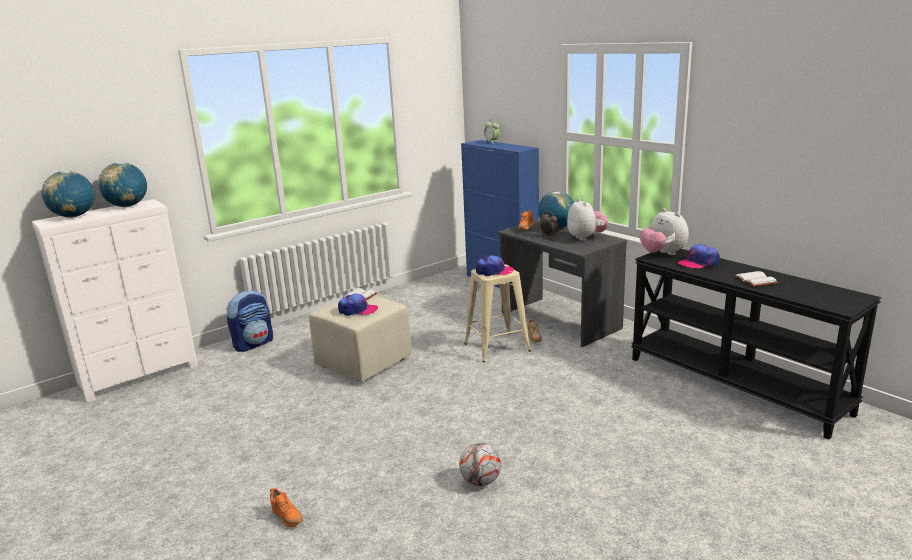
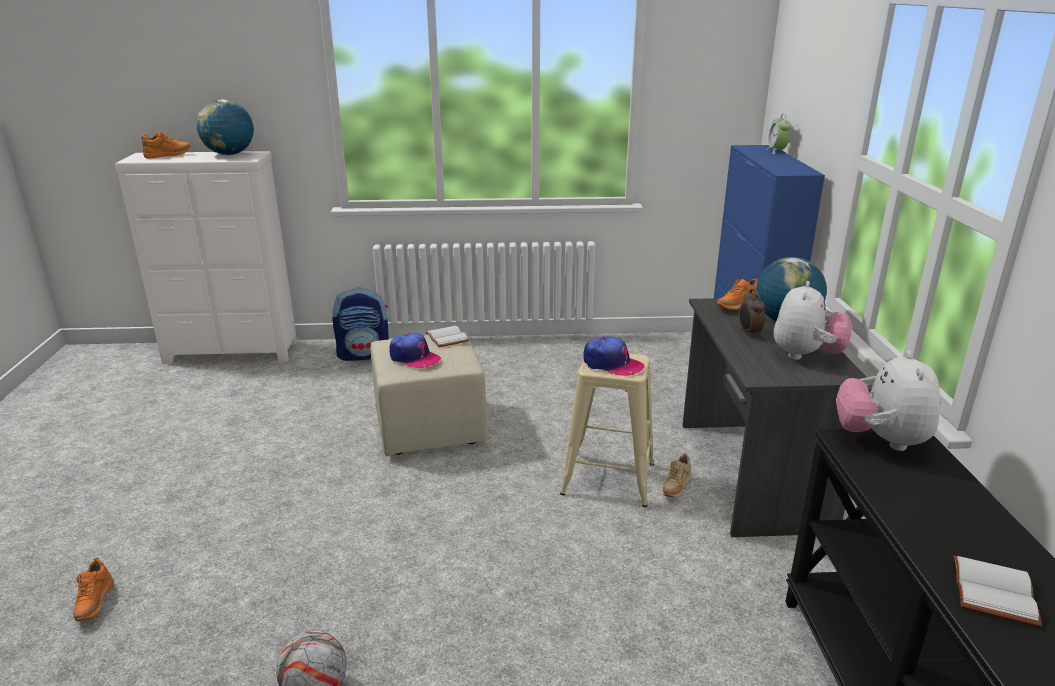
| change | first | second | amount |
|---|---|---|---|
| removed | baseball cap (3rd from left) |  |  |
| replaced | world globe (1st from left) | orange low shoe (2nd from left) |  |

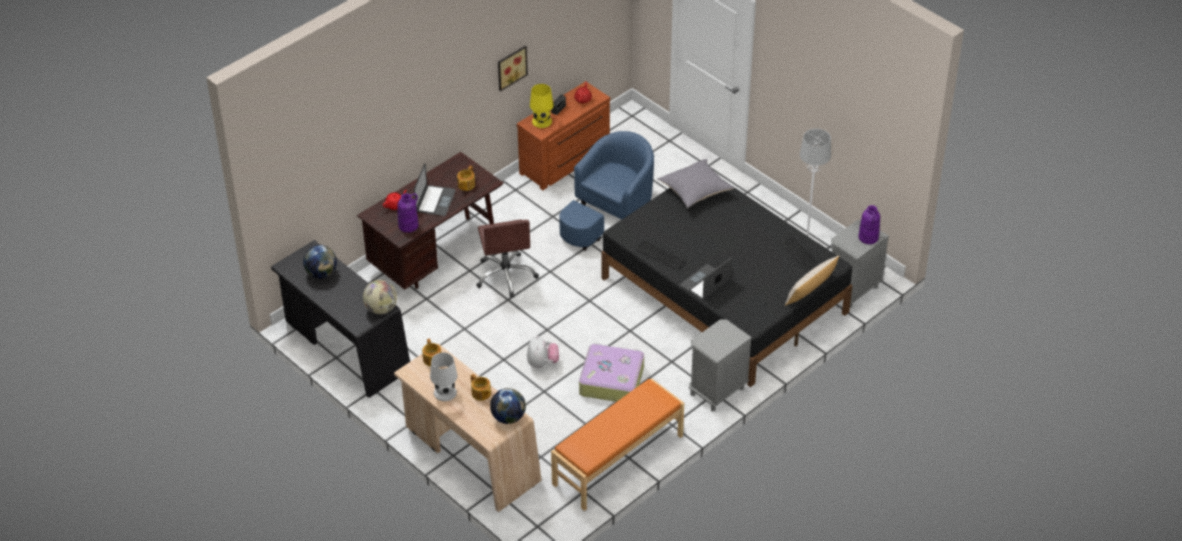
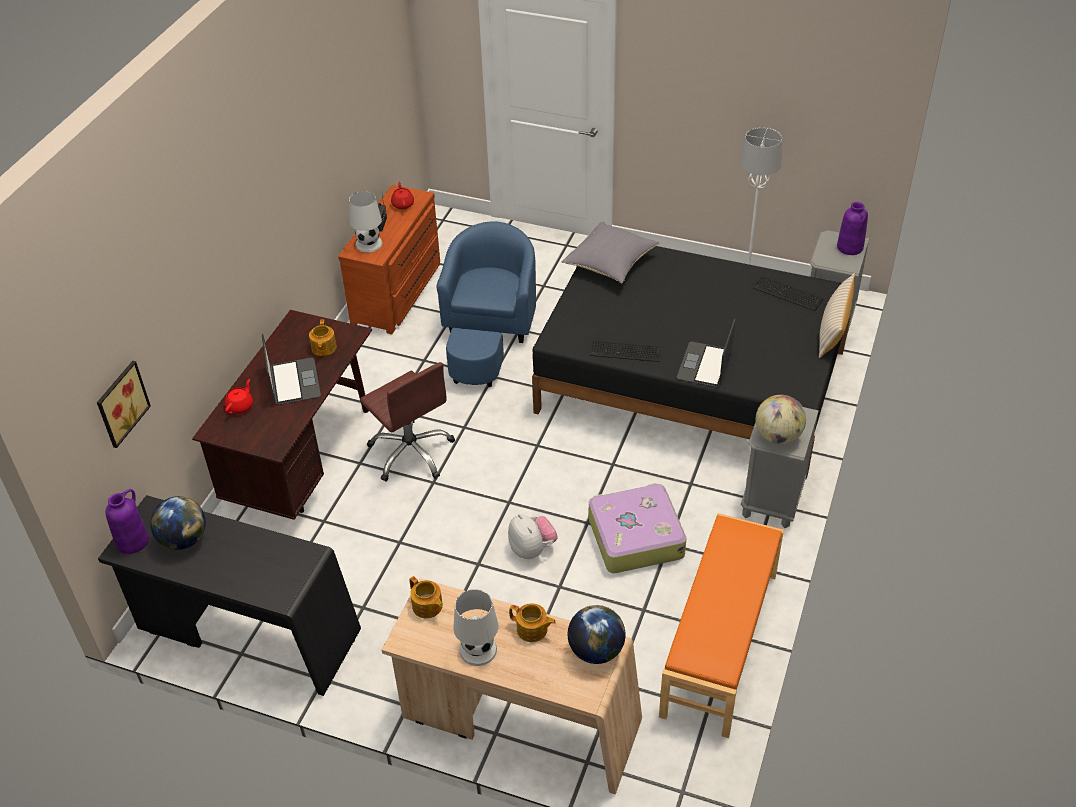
| change | first | second | amount |
|---|---|---|---|
| moved | world globe (2nd from left in the first image) | world globe (3rd from left) |  |
| moved | purple-coloured vase (1st from left) |  |  |
| moved | picture |  |  |
| recoloured | yellowish tabletop lamp | white tabletop lamp (1st from left) |  |

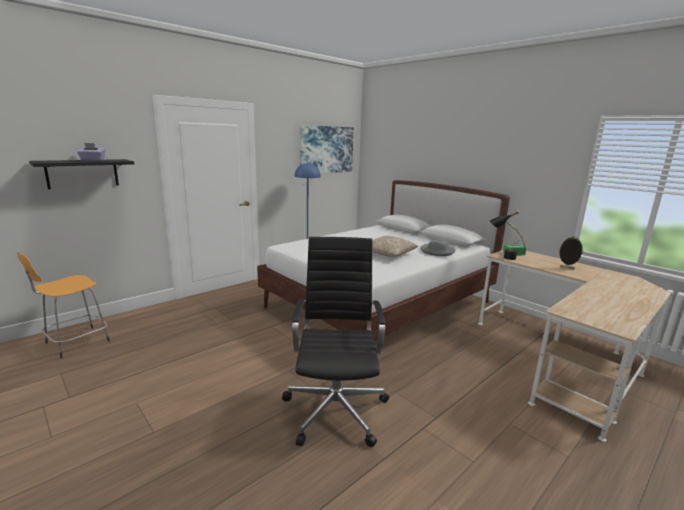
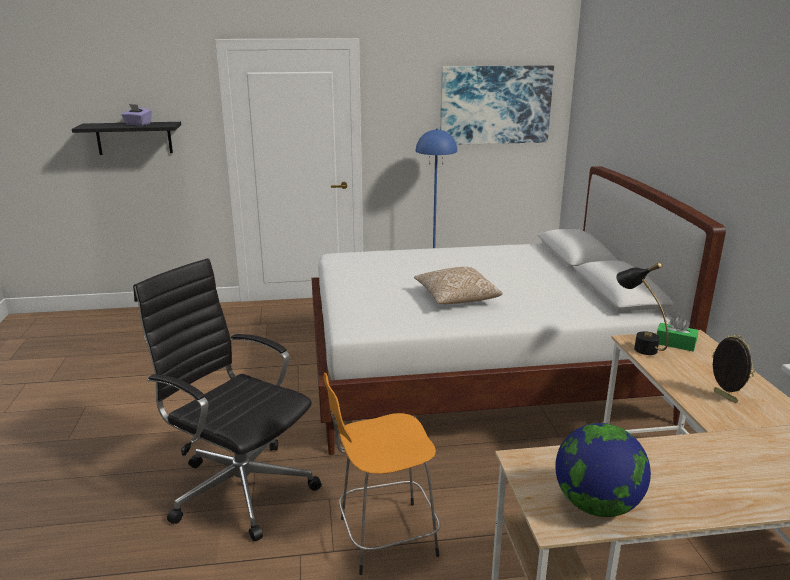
| change | first | second | amount |
|---|---|---|---|
| removed | gray clothing hat |  |  |
| added |  | world globe |  |
| moved | orange stool |  |  |
| turned | black office chair |  | 90 degrees counterclockwise |

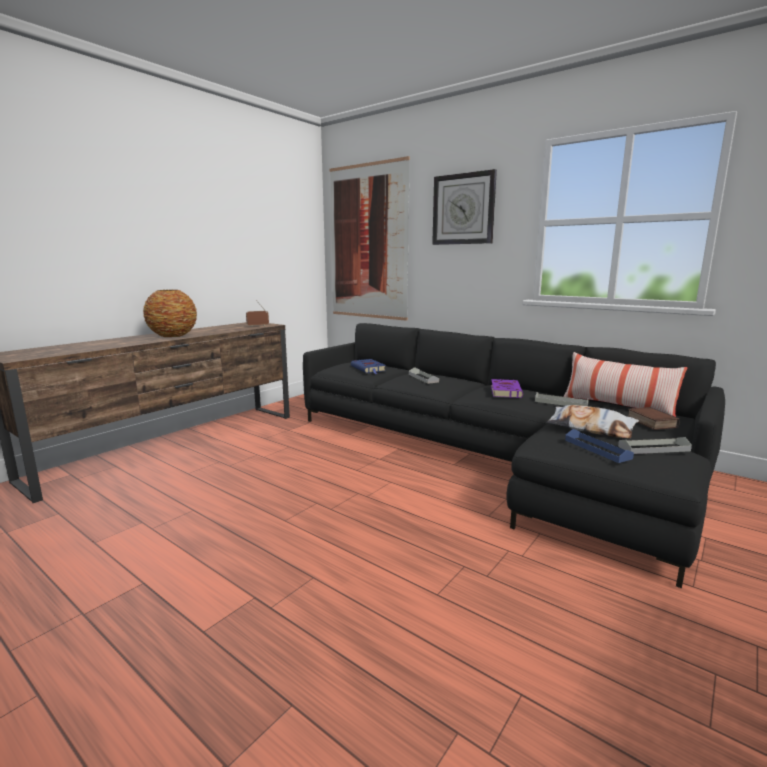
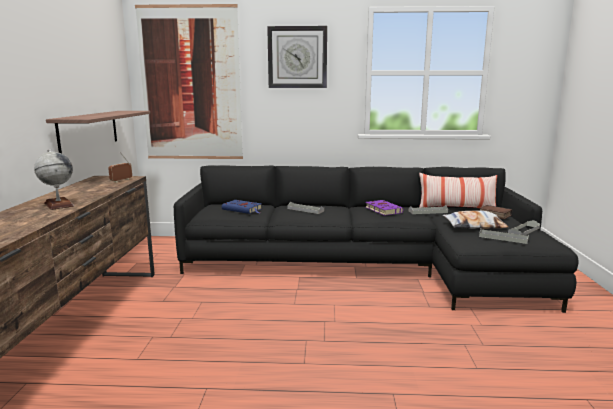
| change | first | second | amount |
|---|---|---|---|
| added |  | wall shelf |  |
| replaced | vase | world globe |  |
| recoloured | bluish serving tray | gray serving tray (3rd from left) |  |

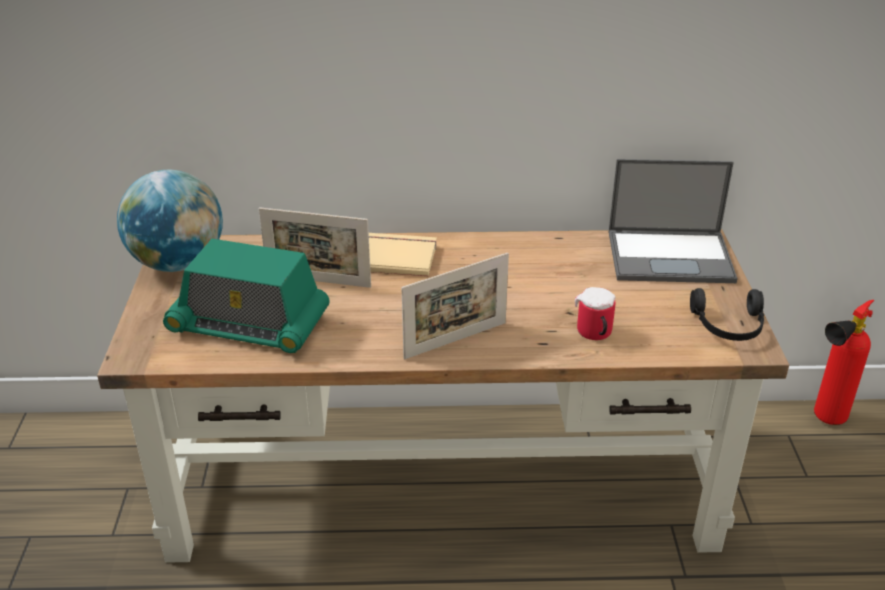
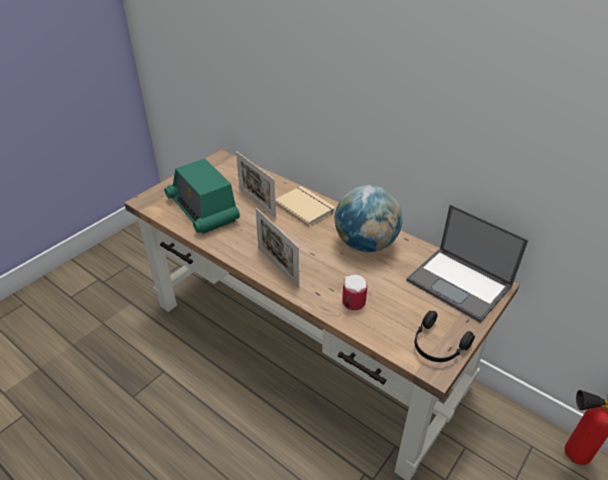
| change | first | second | amount |
|---|---|---|---|
| moved | world globe |  |  |
| turned | picture frame (2nd from left) |  | 45 degrees clockwise |

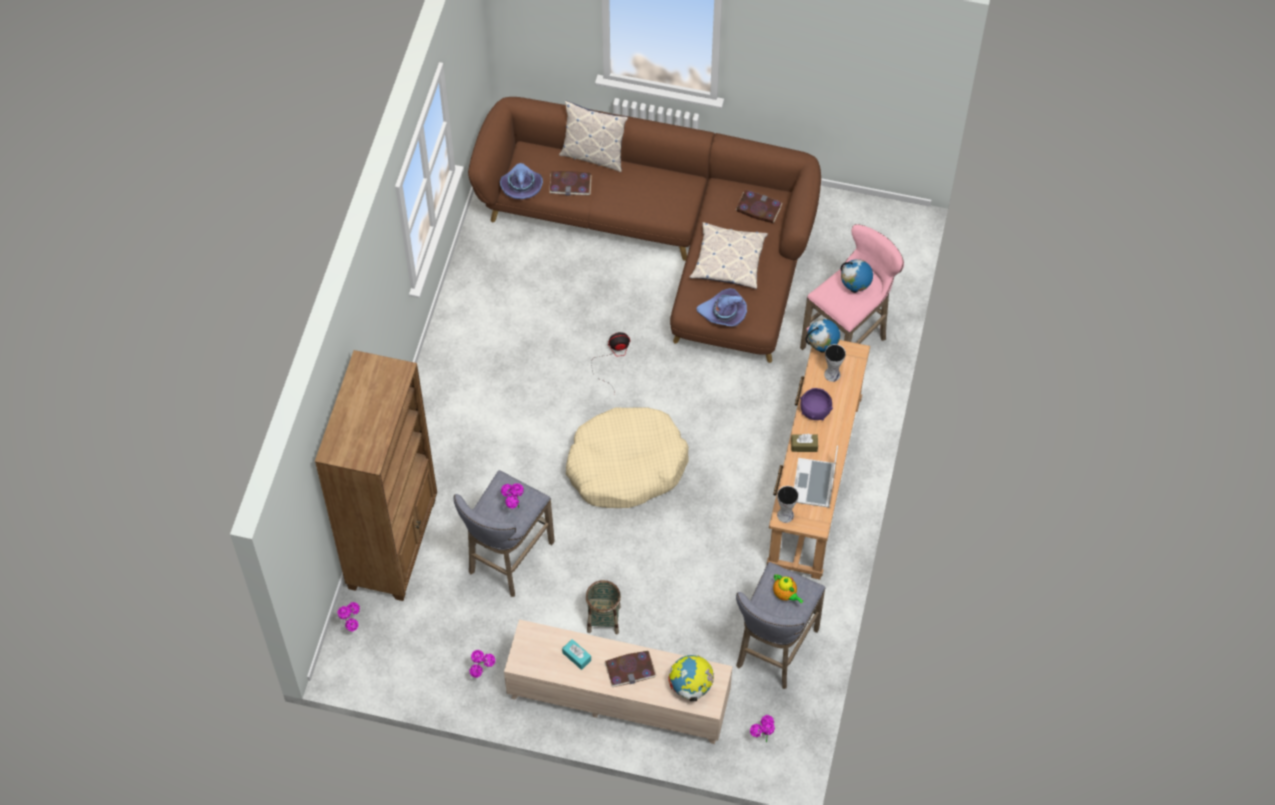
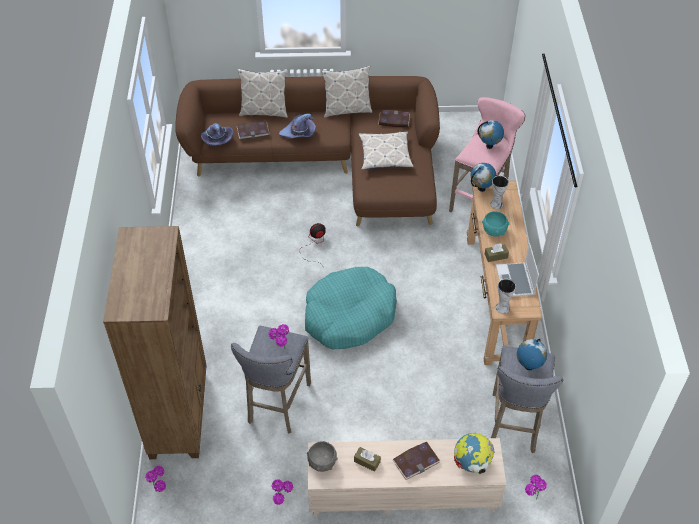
| change | first | second | amount |
|---|---|---|---|
| removed | basket |  |  |
| added |  | gray bowl |  |
| added |  | throw pillow (2nd from left) |  |
| moved | purple-coloured clothing hat (2nd from left) |  |  |
| replaced | teapot | world globe (4th from left) |  |
| recoloured | turquoise box of tissues | brown-coloured box of tissues (1st from left) |  |
| recoloured | beige-coloured dog bed | turquoise dog bed |  |
| recoloured | purple-coloured bowl | turquoise bowl |  |

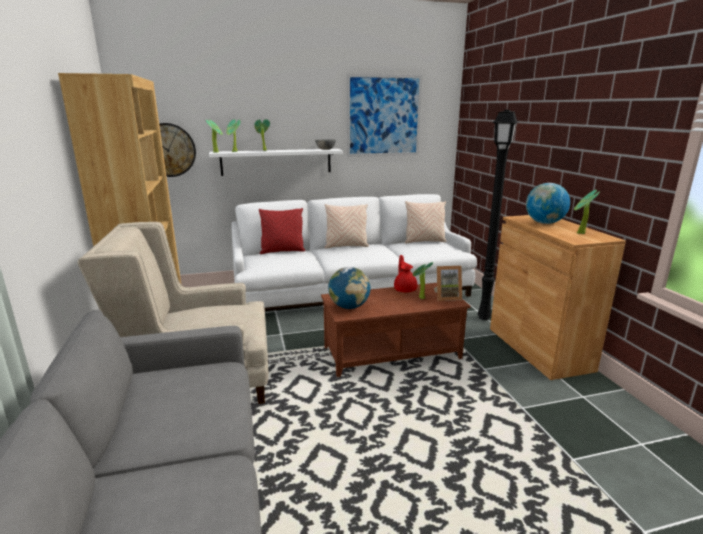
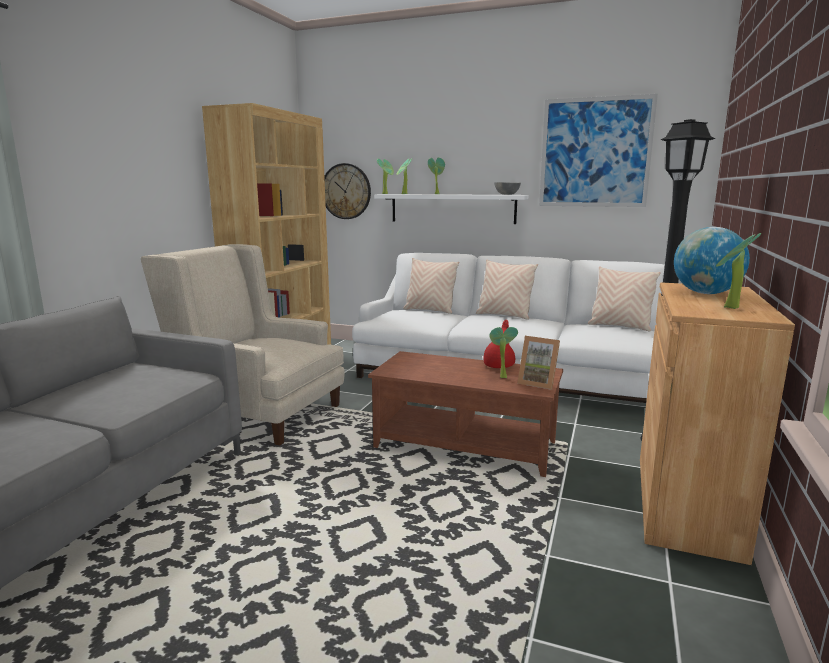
| change | first | second | amount |
|---|---|---|---|
| removed | world globe (1st from left) |  |  |
| recoloured | red-coloured throw pillow | beige-coloured throw pillow (1st from left) |  |

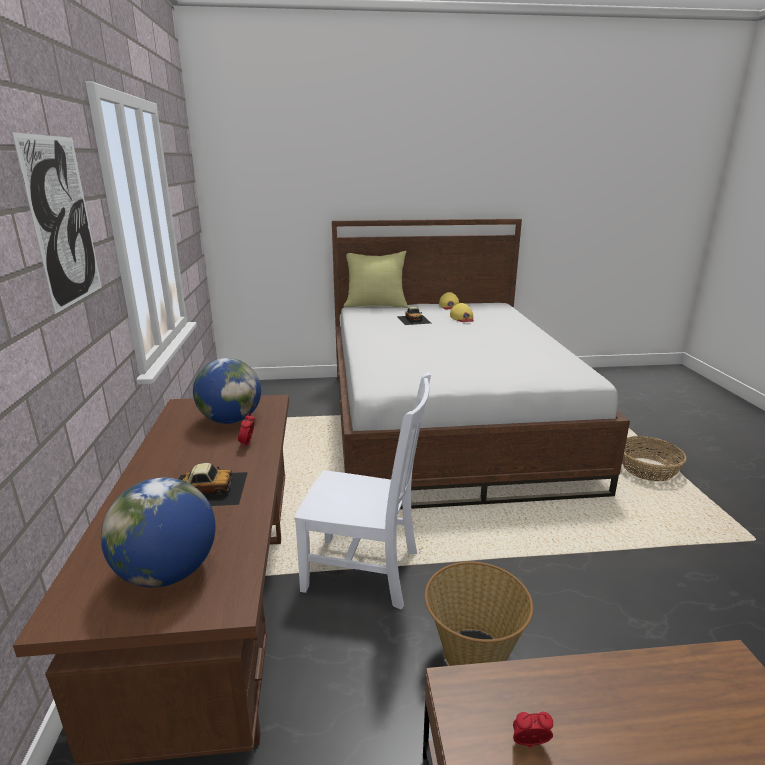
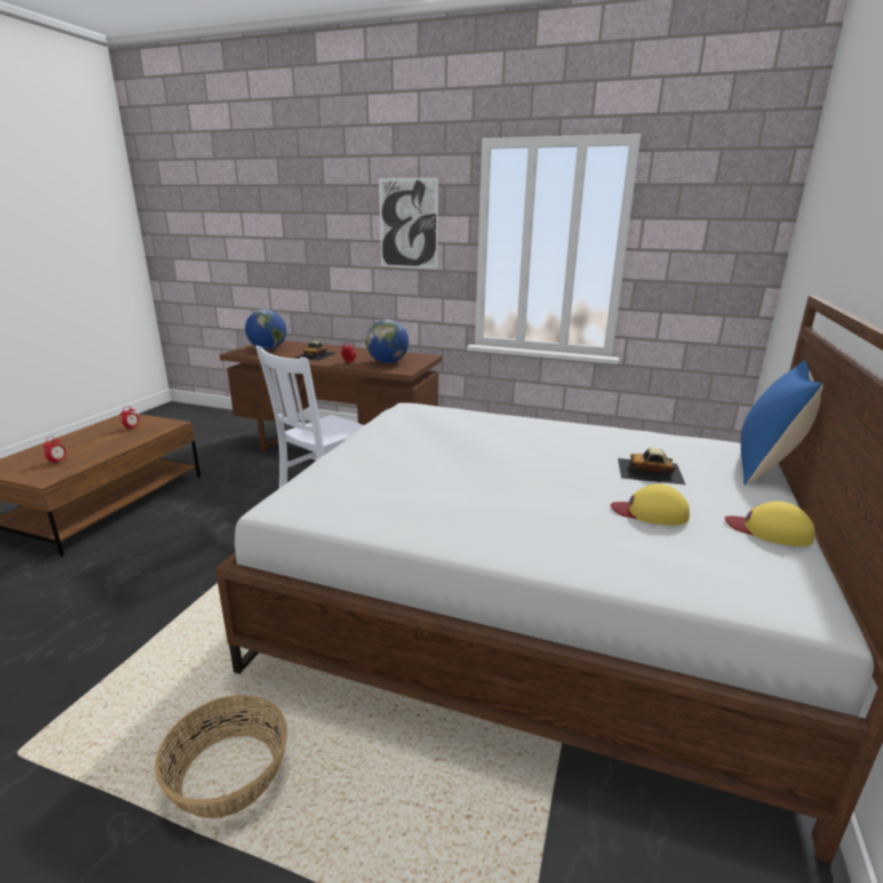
| change | first | second | amount |
|---|---|---|---|
| removed | basket (1st from left) |  |  |
| added |  | table clock (1st from left) |  |
| recoloured | yellowish throw pillow | bluish throw pillow |  |

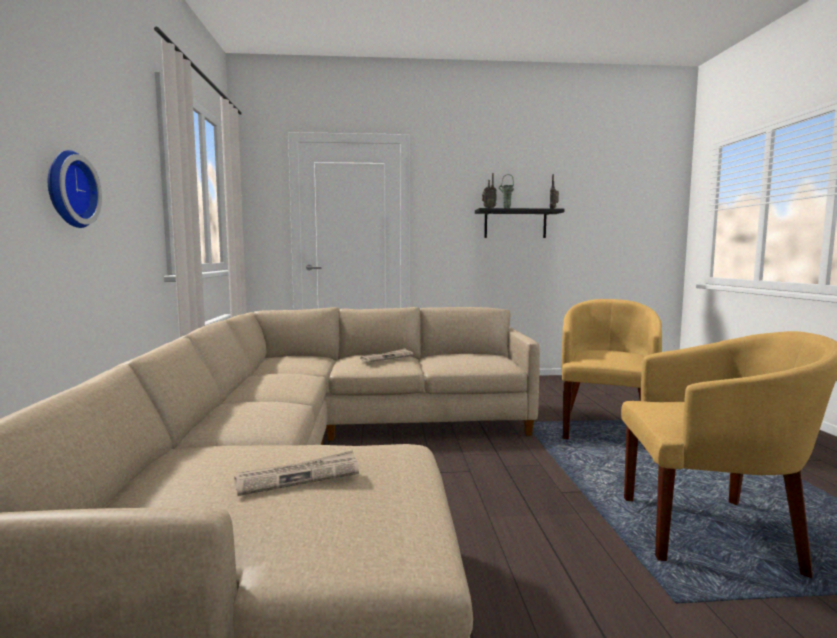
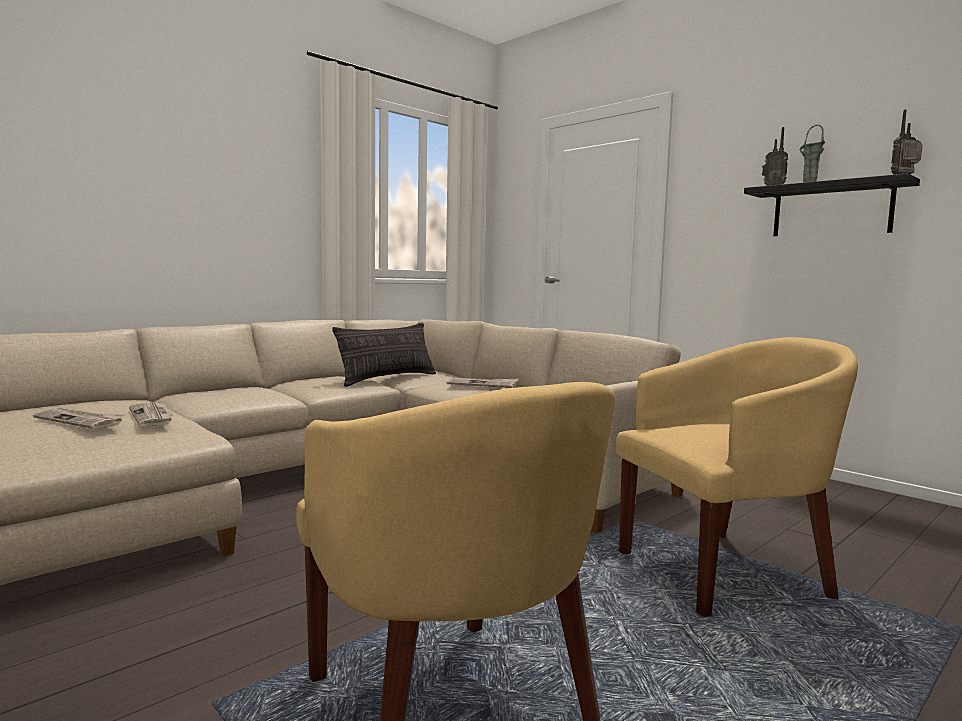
| change | first | second | amount |
|---|---|---|---|
| removed | hanging clock |  |  |
| added |  | printed paper (2nd from left) |  |
| added |  | throw pillow |  |

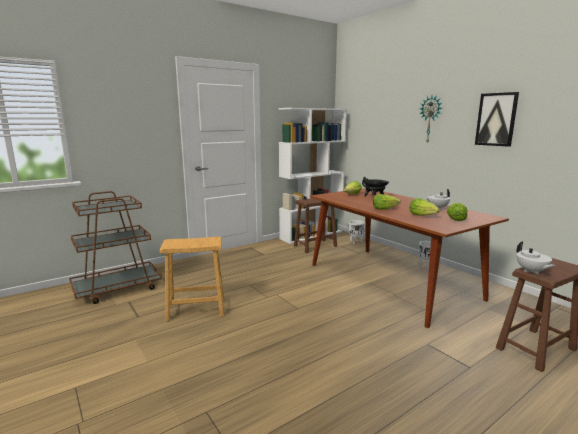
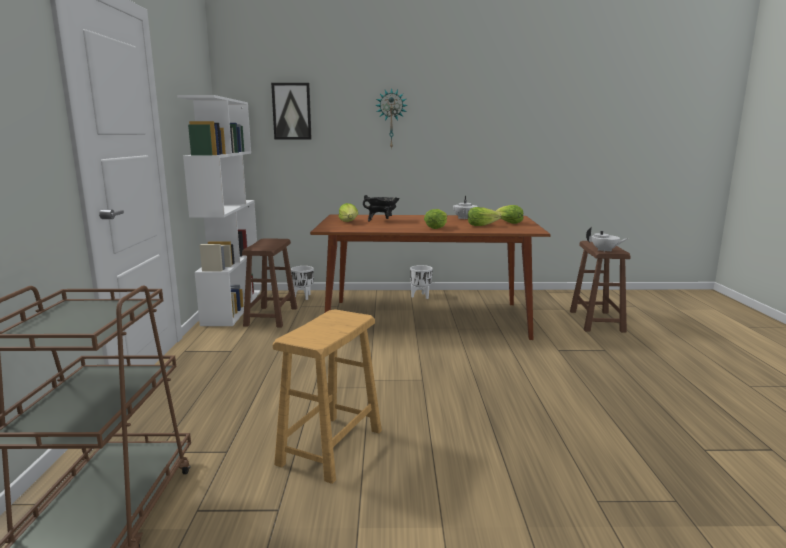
| change | first | second | amount |
|---|---|---|---|
| moved | picture |  |  |

